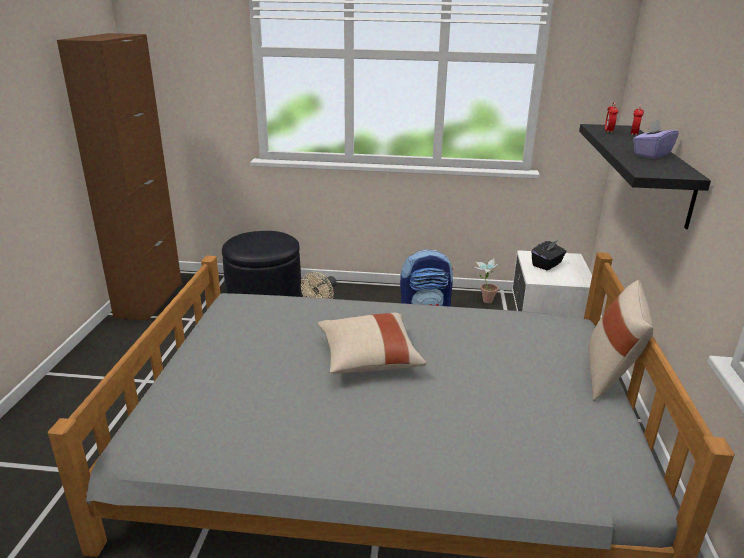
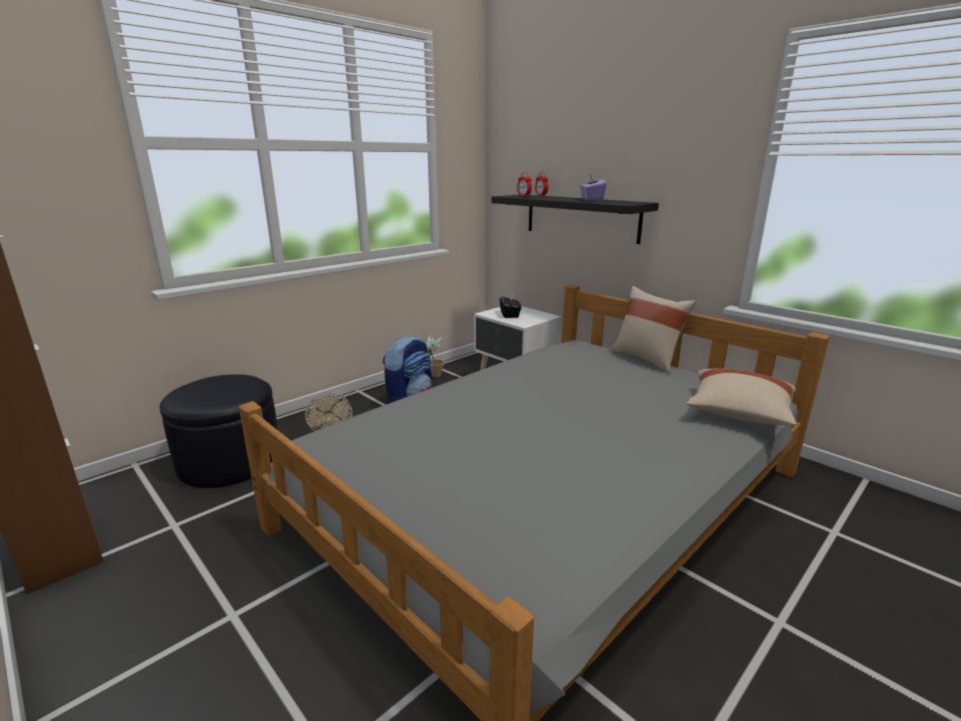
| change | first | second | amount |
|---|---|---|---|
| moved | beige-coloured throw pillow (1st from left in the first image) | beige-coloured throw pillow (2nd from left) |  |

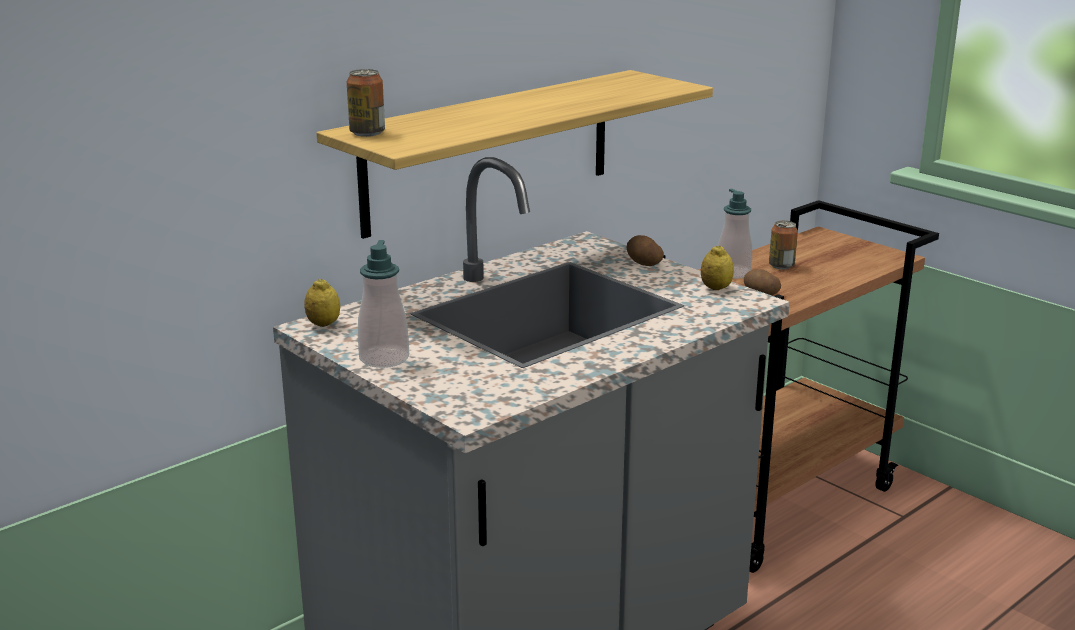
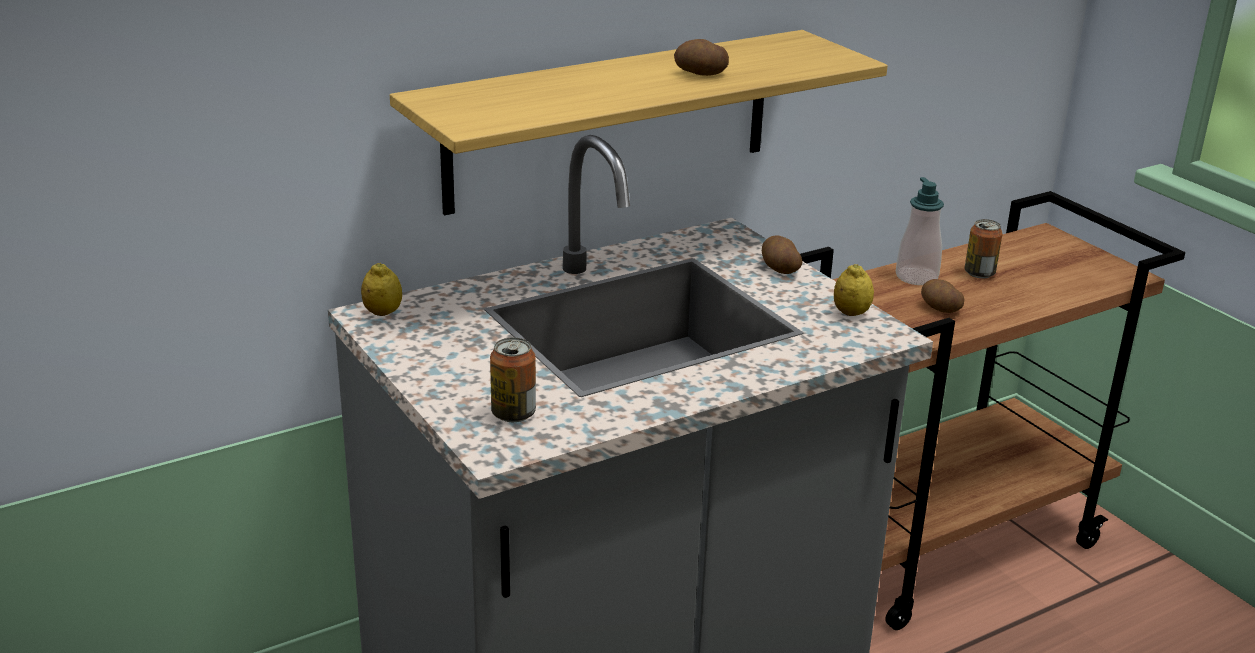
| change | first | second | amount |
|---|---|---|---|
| removed | liquid soap bottle (1st from left) |  |  |
| added |  | potato (1st from left) |  |
| moved | sealed can (1st from left) |  |  |

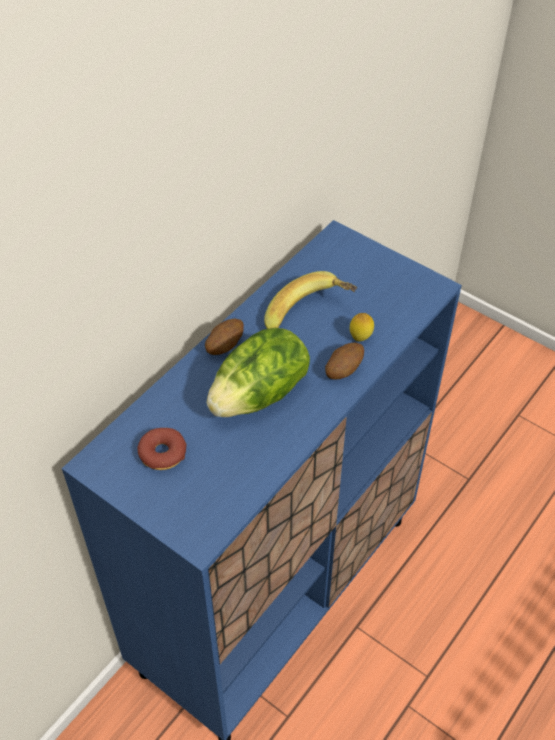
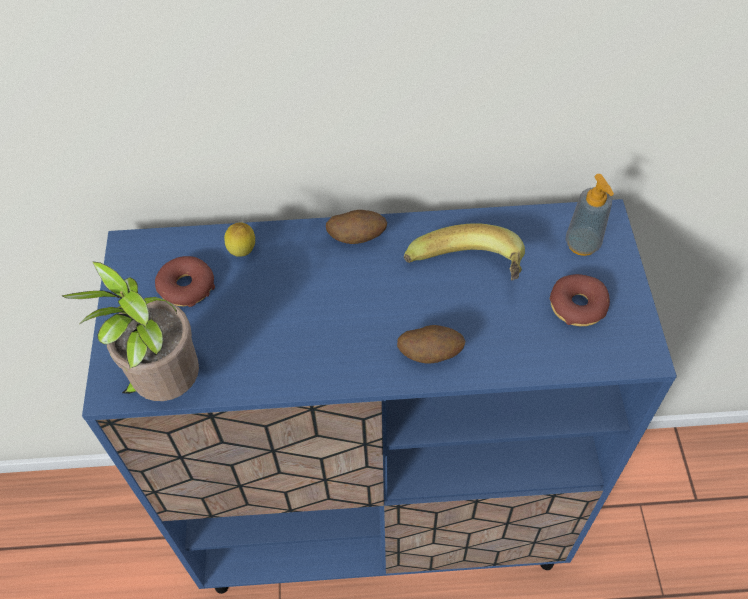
| change | first | second | amount |
|---|---|---|---|
| removed | head of lettuce |  |  |
| added |  | houseplant |  |
| added |  | donut (2nd from left) |  |
| added |  | liquid soap bottle |  |
| moved | lemon |  |  |

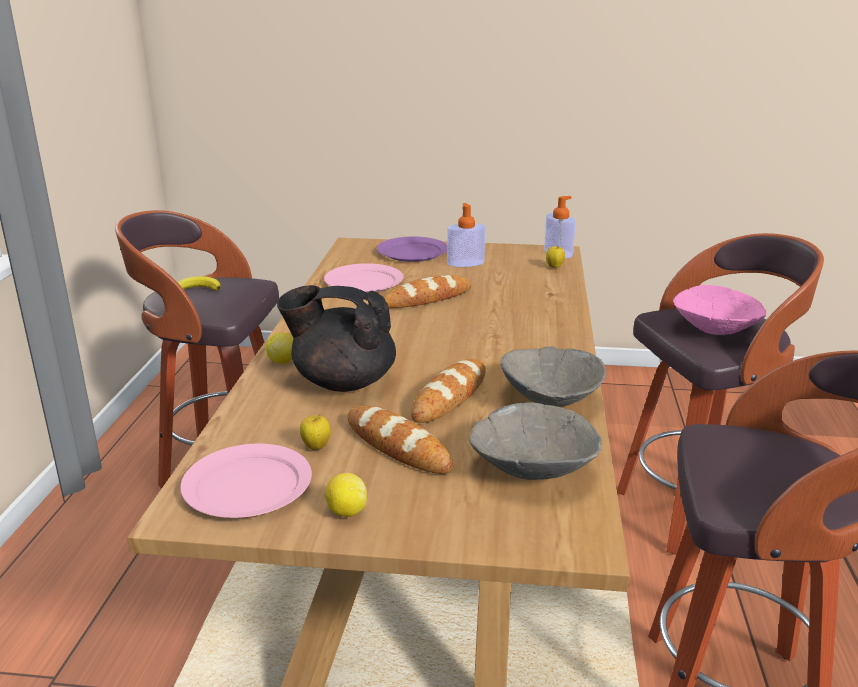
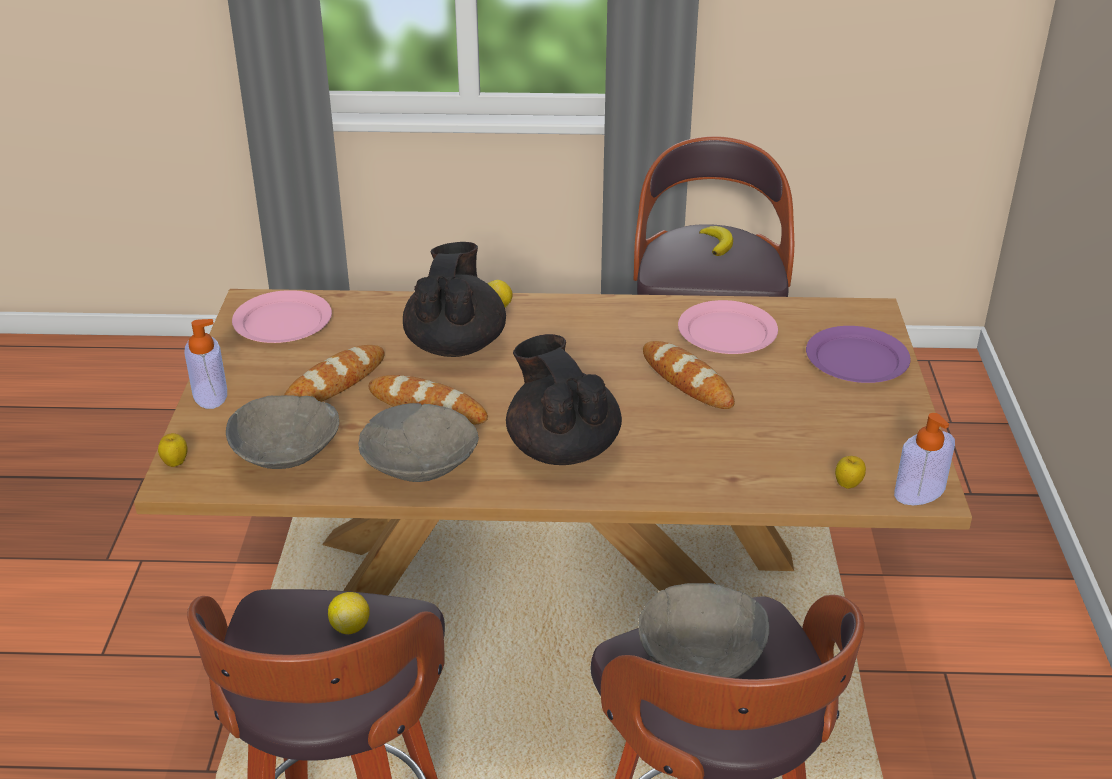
| change | first | second | amount |
|---|---|---|---|
| added |  | black teapot (2nd from left) |  |
| moved | apple fruit (1st from left) |  |  |
| moved | lemon (2nd from left in the first image) | lemon (1st from left) |  |
| moved | liquid soap bottle (1st from left) |  |  |
| recoloured | pink-coloured bowl | gray bowl (3rd from left) |  |

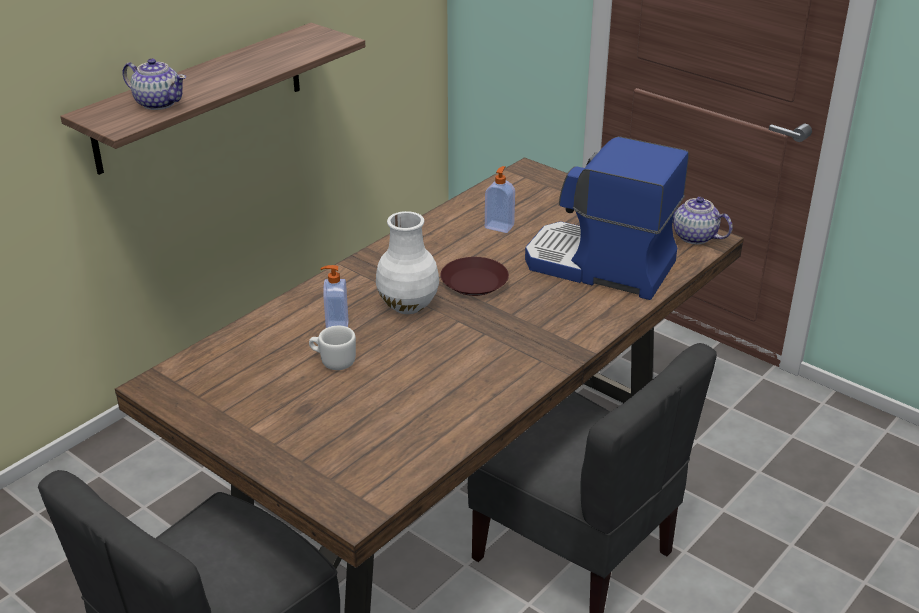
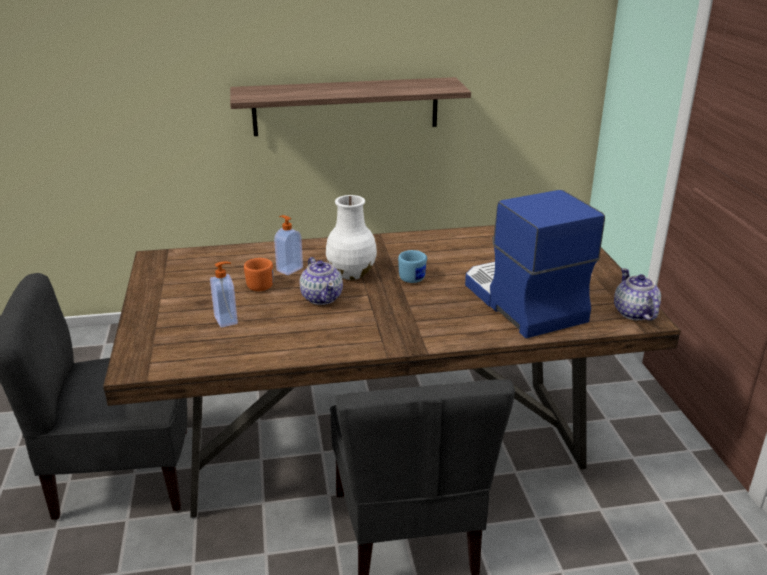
| change | first | second | amount |
|---|---|---|---|
| moved | teapot (1st from left) |  |  |
| moved | liquid soap bottle (2nd from left in the first image) | liquid soap bottle (1st from left) |  |
| replaced | brown-coloured flat dish | bluish coffee mug |  |
| recoloured | white coffee mug | orange coffee mug |  |

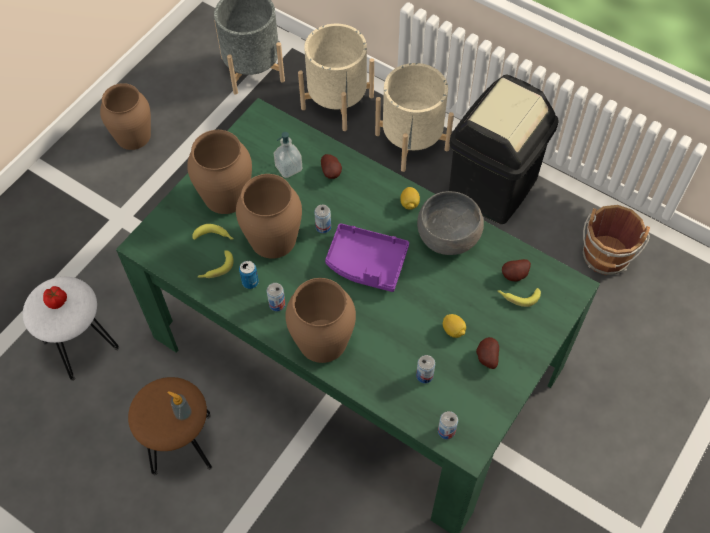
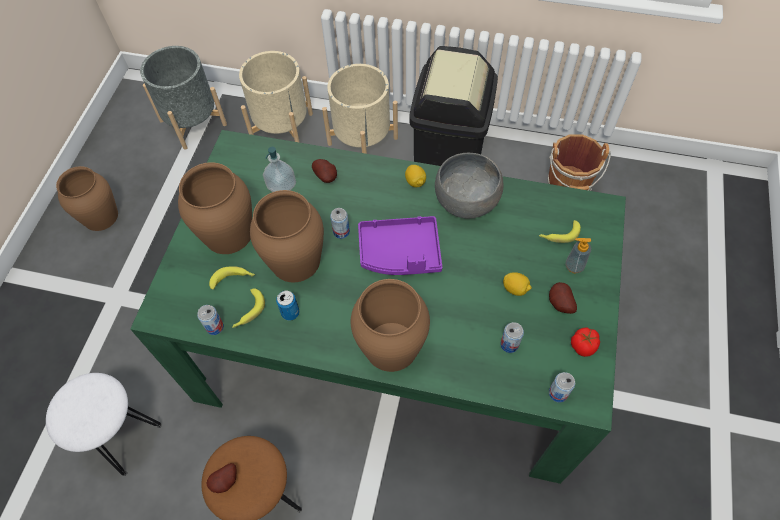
| change | first | second | amount |
|---|---|---|---|
| moved | fresh tomato |  |  |
| moved | liquid soap bottle (1st from left in the first image) | liquid soap bottle (2nd from left) |  |
| moved | sealed can (2nd from left in the first image) | sealed can (1st from left) |  |
| moved | potato (3rd from left in the first image) | potato (1st from left) |  |

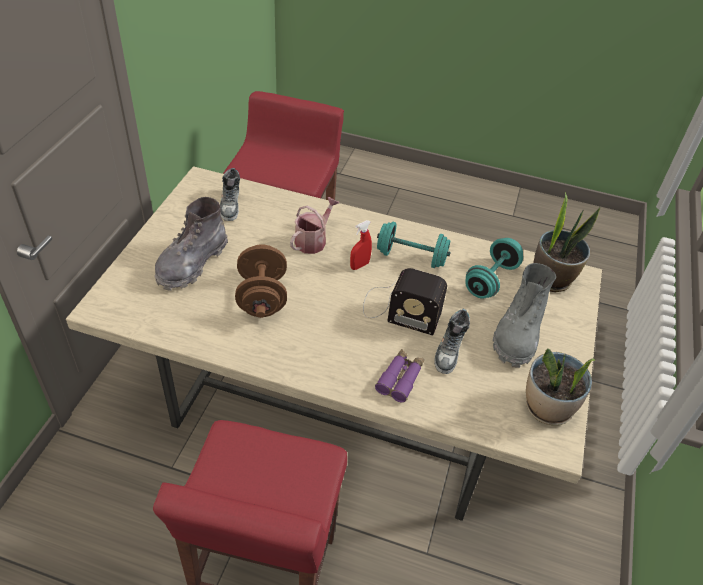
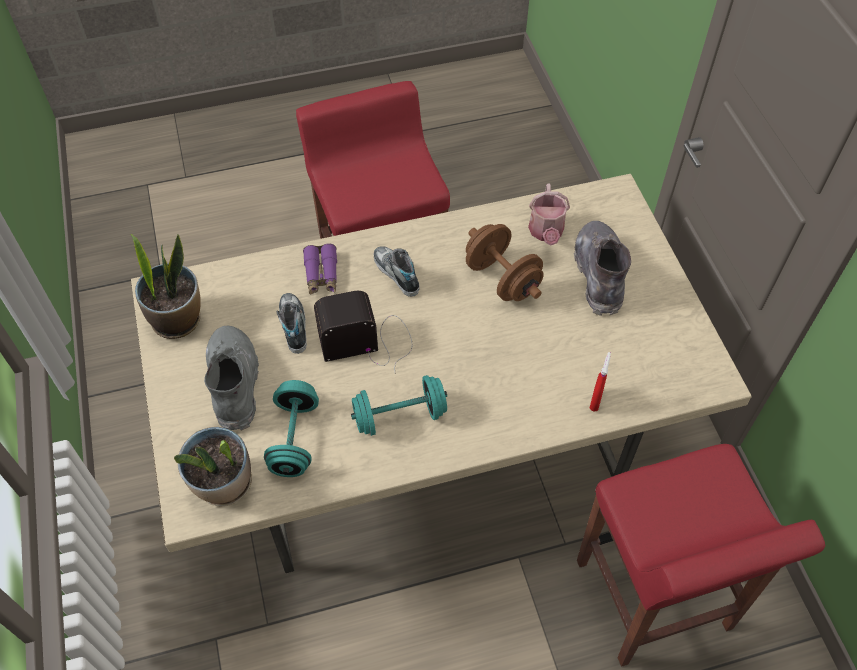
| change | first | second | amount |
|---|---|---|---|
| moved | low shoe (1st from left in the first image) | low shoe (2nd from left) |  |
| moved | sprinkling can |  |  |
| moved | red-coloured hand sprayer |  |  |

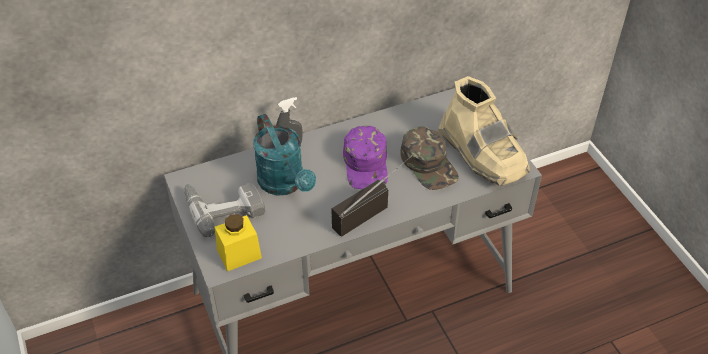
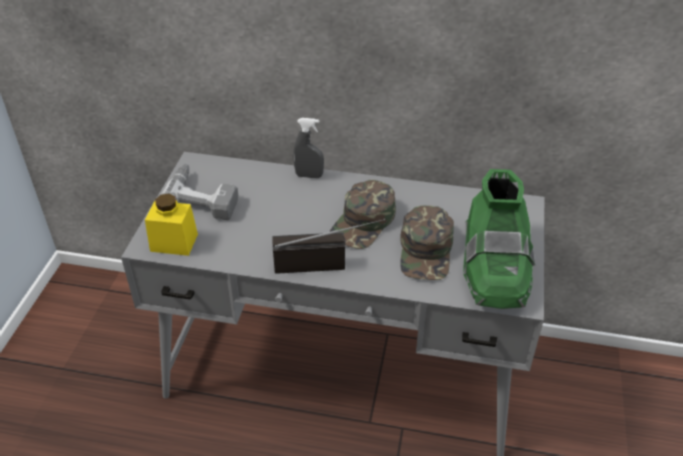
| change | first | second | amount |
|---|---|---|---|
| removed | turquoise sprinkling can |  |  |
| recoloured | purple-coloured baseball cap | green baseball cap (1st from left) |  |
| recoloured | beige-coloured high-top boot | green high-top boot |  |

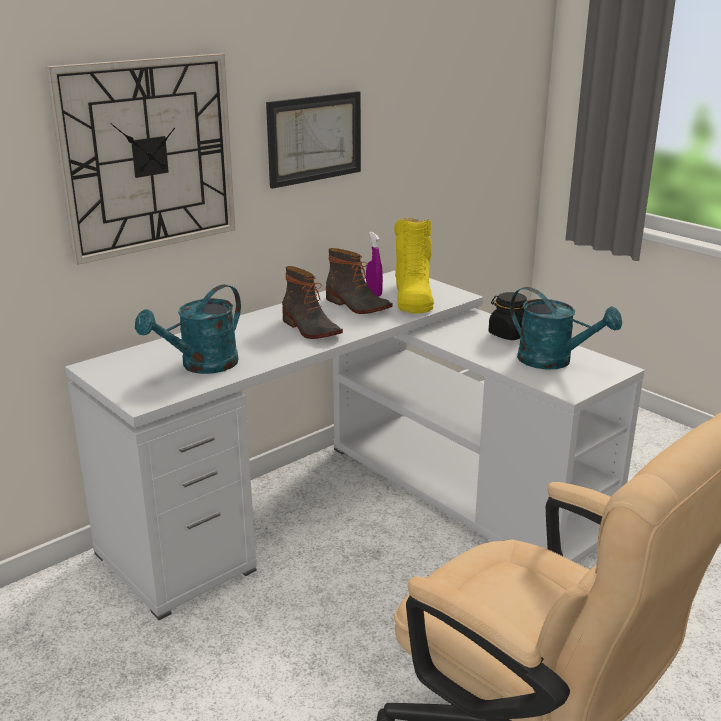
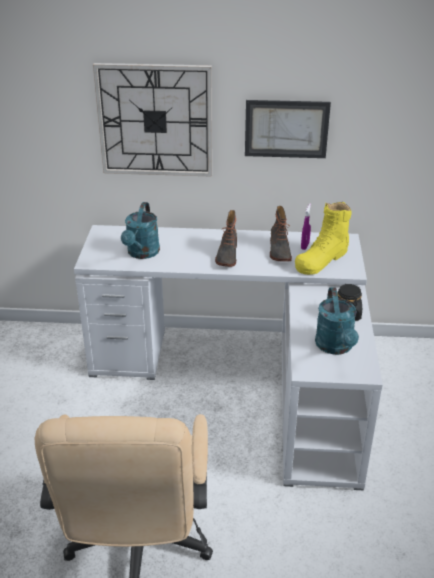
| change | first | second | amount |
|---|---|---|---|
| turned | turquoise sprinkling can (1st from left) |  | 75 degrees counterclockwise |

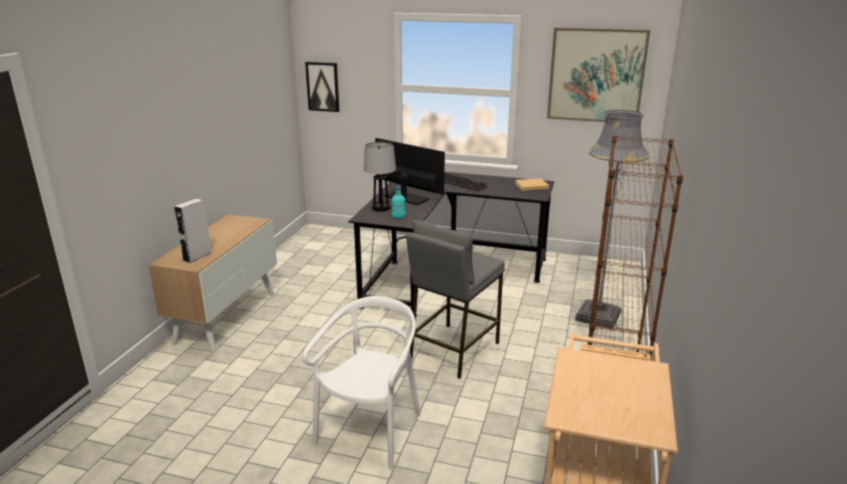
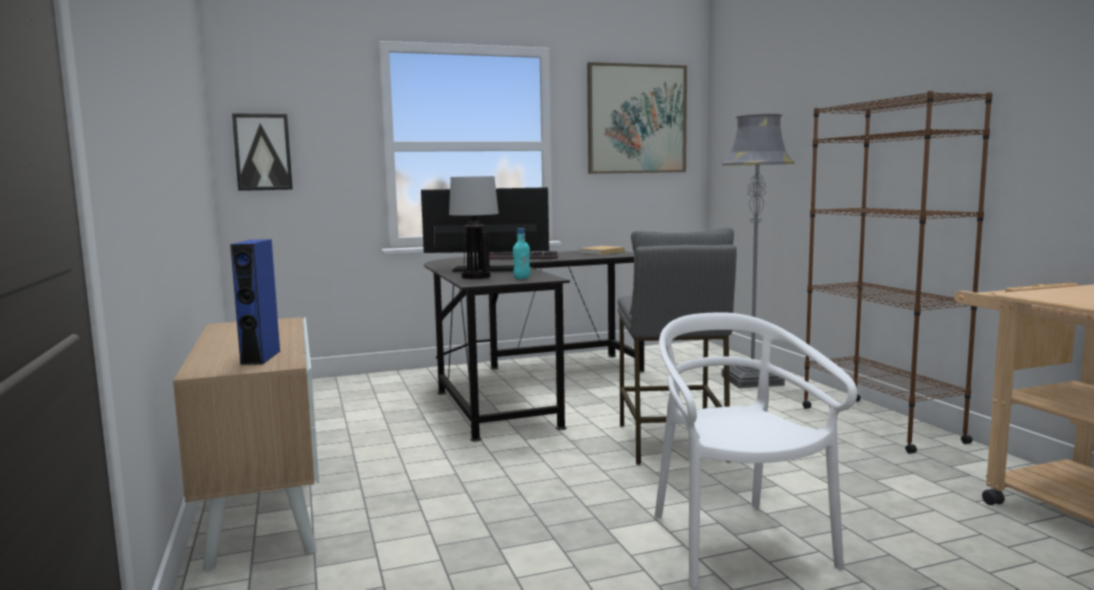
| change | first | second | amount |
|---|---|---|---|
| recoloured | gray speaker | bluish speaker |  |

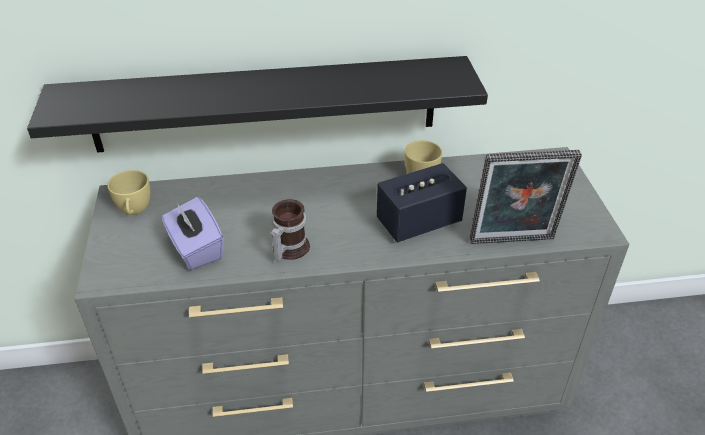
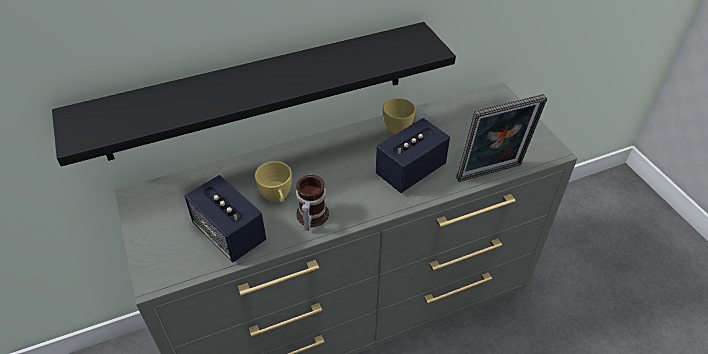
| change | first | second | amount |
|---|---|---|---|
| moved | yellowish drinking cup (1st from left) |  |  |
| replaced | purple-coloured box of tissues | speaker (1st from left) |  |

